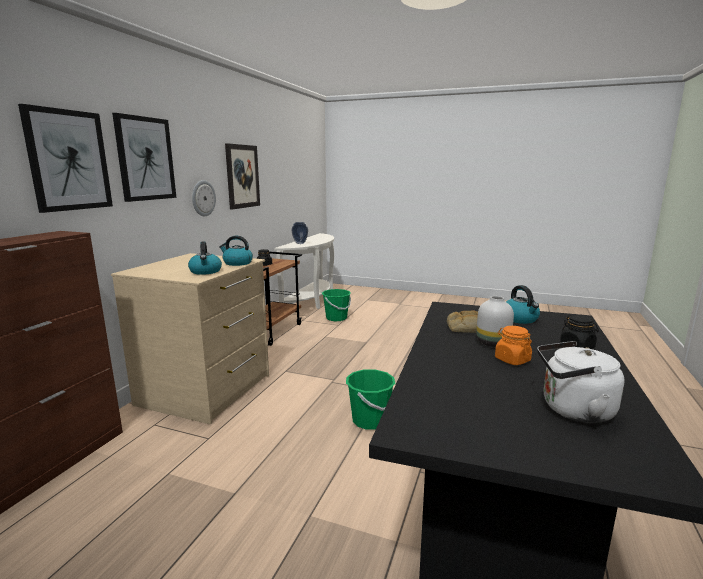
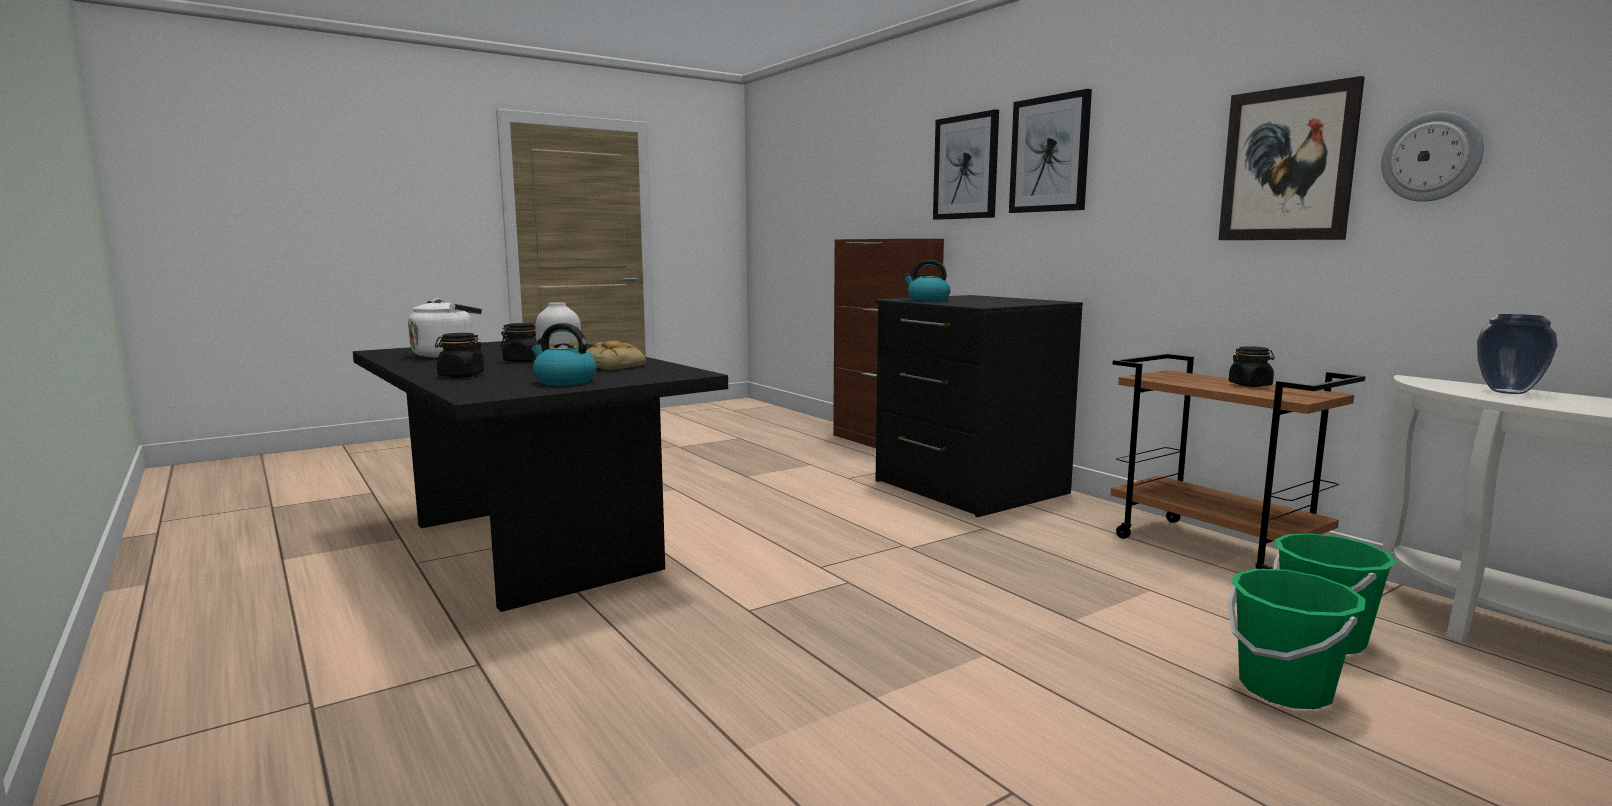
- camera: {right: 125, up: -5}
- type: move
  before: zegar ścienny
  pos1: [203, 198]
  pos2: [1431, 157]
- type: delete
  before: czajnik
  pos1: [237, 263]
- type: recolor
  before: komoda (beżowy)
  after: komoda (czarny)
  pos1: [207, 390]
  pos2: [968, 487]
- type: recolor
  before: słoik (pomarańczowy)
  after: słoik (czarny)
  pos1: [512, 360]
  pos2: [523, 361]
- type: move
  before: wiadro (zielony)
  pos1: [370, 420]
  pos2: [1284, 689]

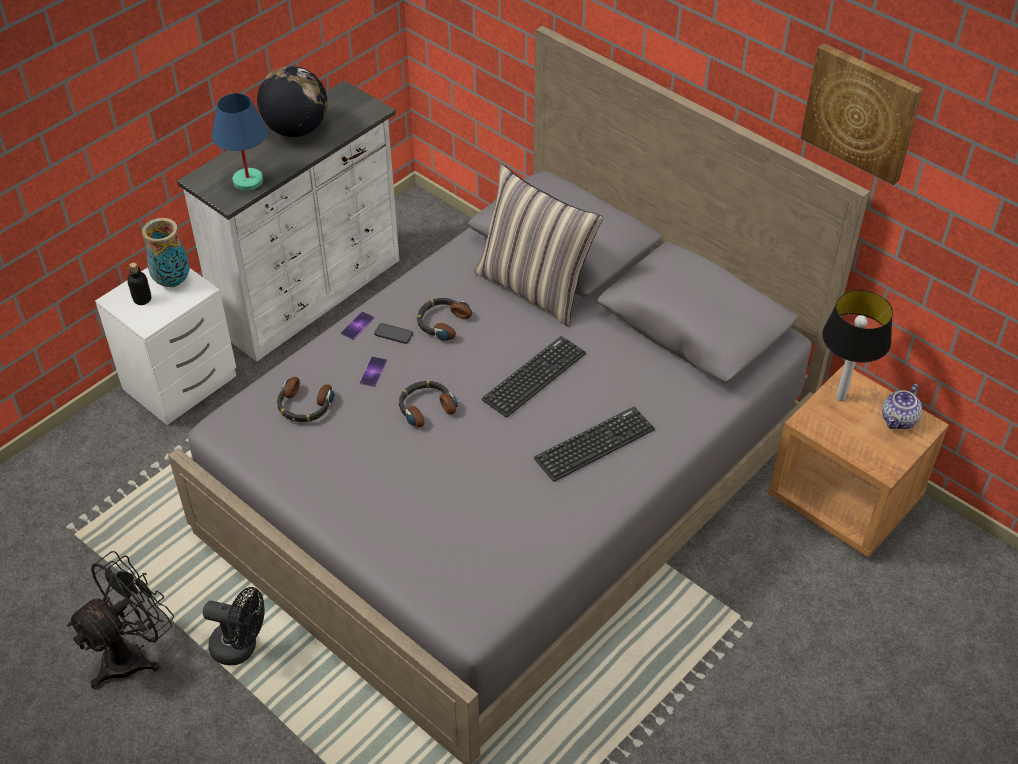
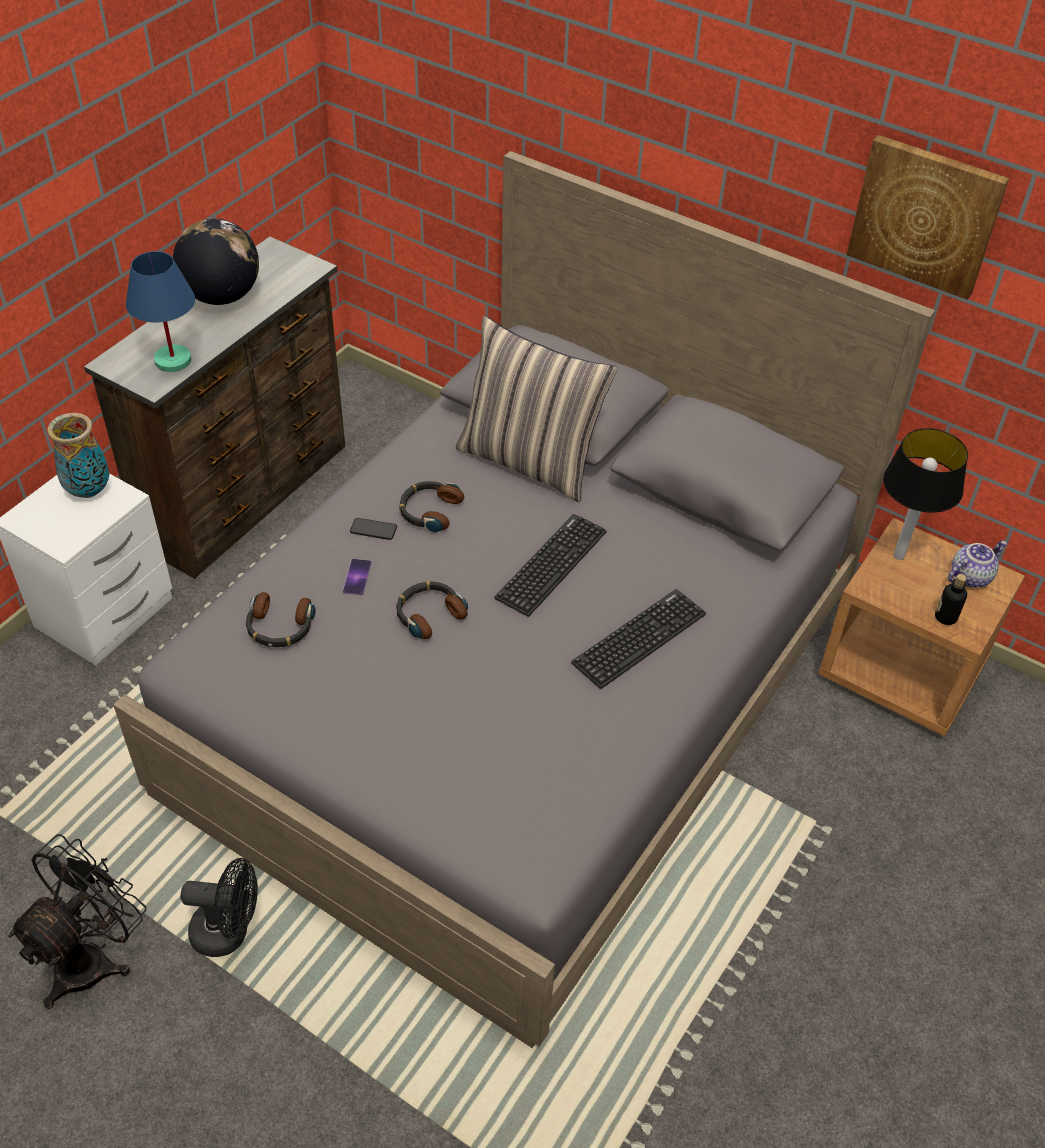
- camera: {right: -10, up: 0}
- type: recolor
  before: komoda (biały)
  after: komoda (brązowy)
  pos1: [312, 295]
  pos2: [249, 495]
- type: move
  before: butelka
  pos1: [142, 299]
  pos2: [945, 617]
- type: delete
  before: telefon
  pos1: [357, 326]
- type: rotate
  before: imbryk
  pos1: [899, 420]
  pos2: [970, 576]
  turn: -150

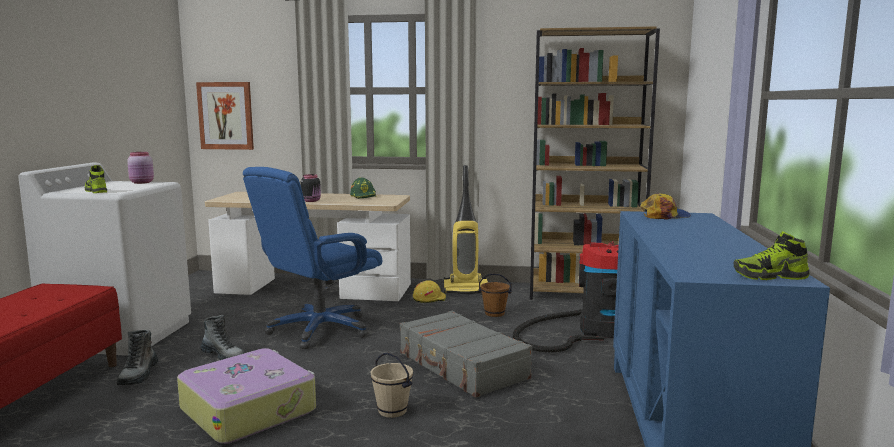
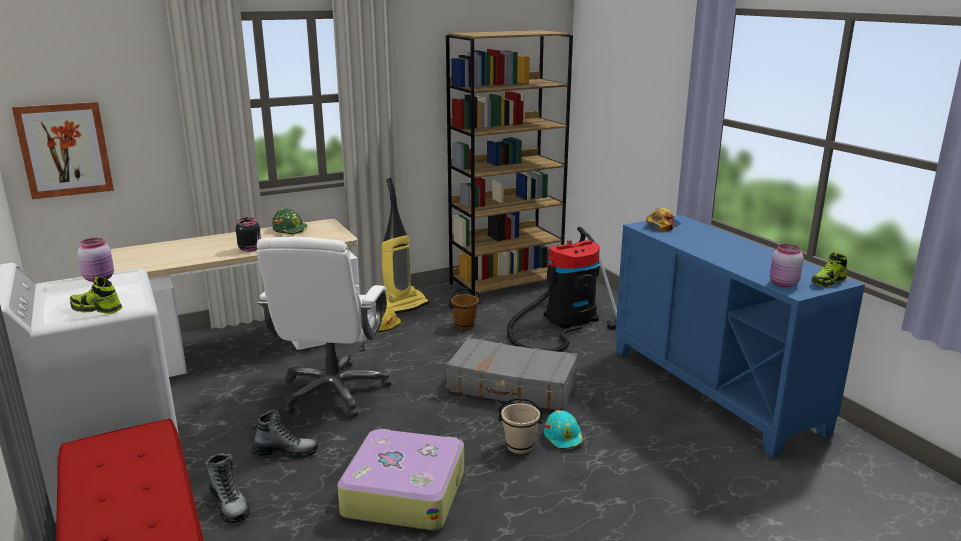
- camera: {right: -35, up: 10}
- type: recolor
  before: krzesło biurowe (niebieski)
  after: krzesło biurowe (biały)
  pos1: [319, 330]
  pos2: [333, 392]
- type: insert
  after: słoik (różowy)
  pos2: [783, 284]
- type: insert
  after: kask (turkusowy)
  pos2: [563, 437]

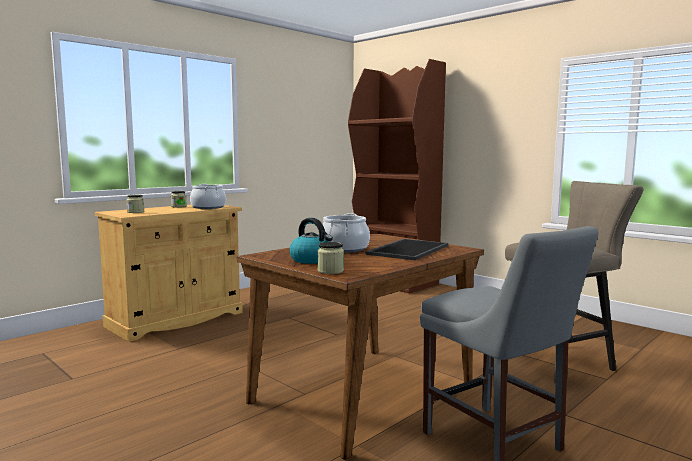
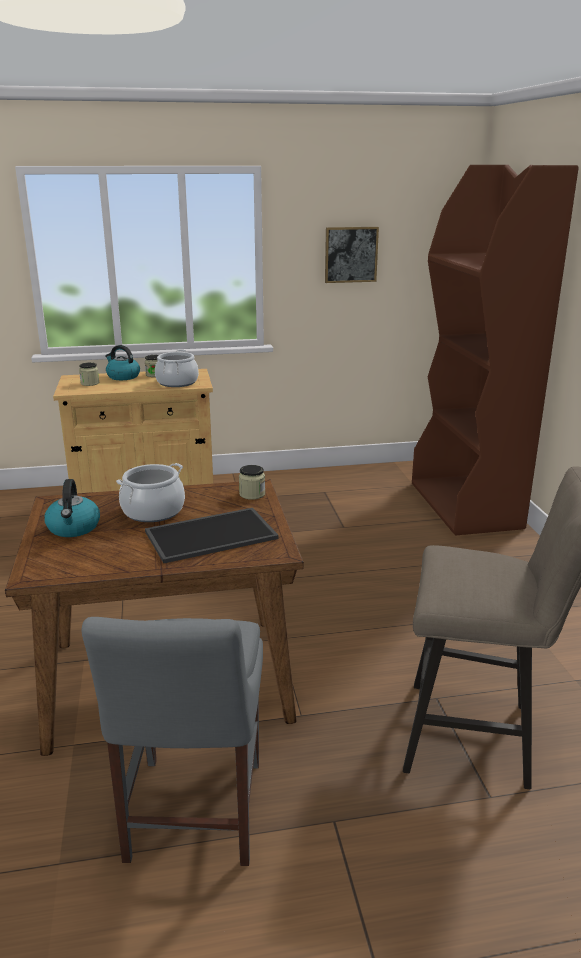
- camera: {right: 35, up: 15}
- type: move
  before: słoik
  pos1: [330, 271]
  pos2: [252, 494]
- type: insert
  after: obraz
  pos2: [351, 254]
- type: insert
  after: czajnik
  pos2: [123, 376]

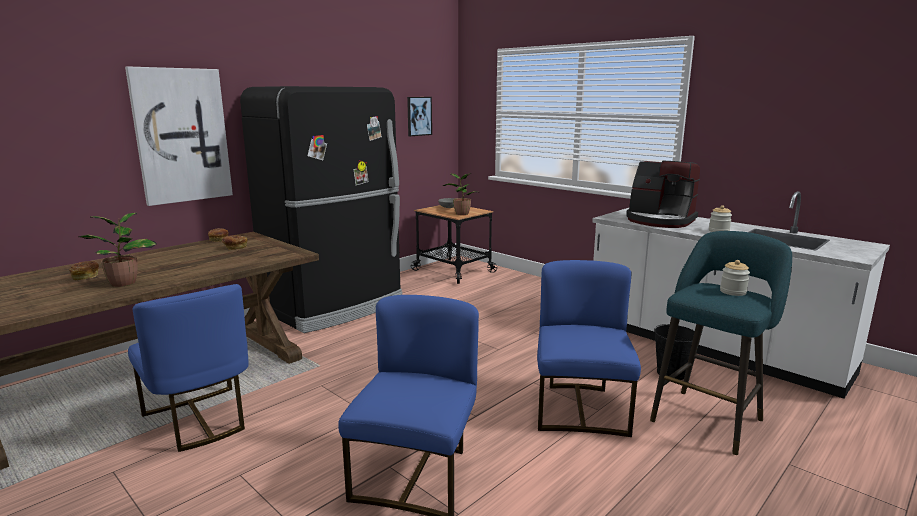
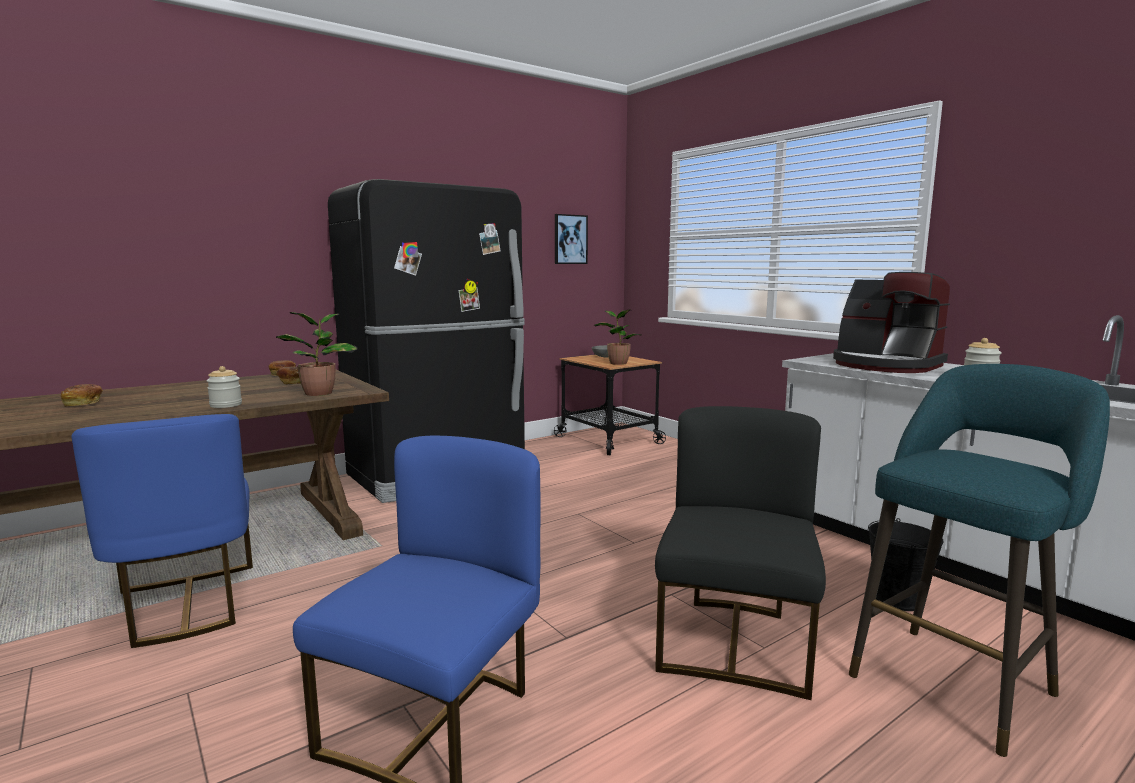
- camera: {right: 10, up: -5}
- type: delete
  before: obraz
  pos1: [181, 135]
- type: move
  before: roślina doniczkowa
  pos1: [124, 282]
  pos2: [320, 393]
- type: recolor
  before: krzesło (niebieski)
  after: krzesło (czarny)
  pos1: [580, 409]
  pos2: [735, 643]
- type: move
  before: słoik
  pos1: [733, 292]
  pos2: [226, 405]

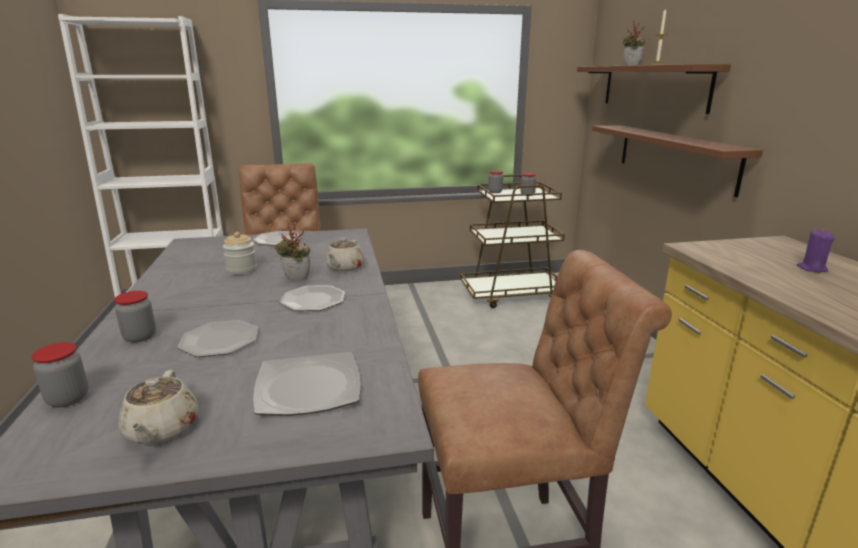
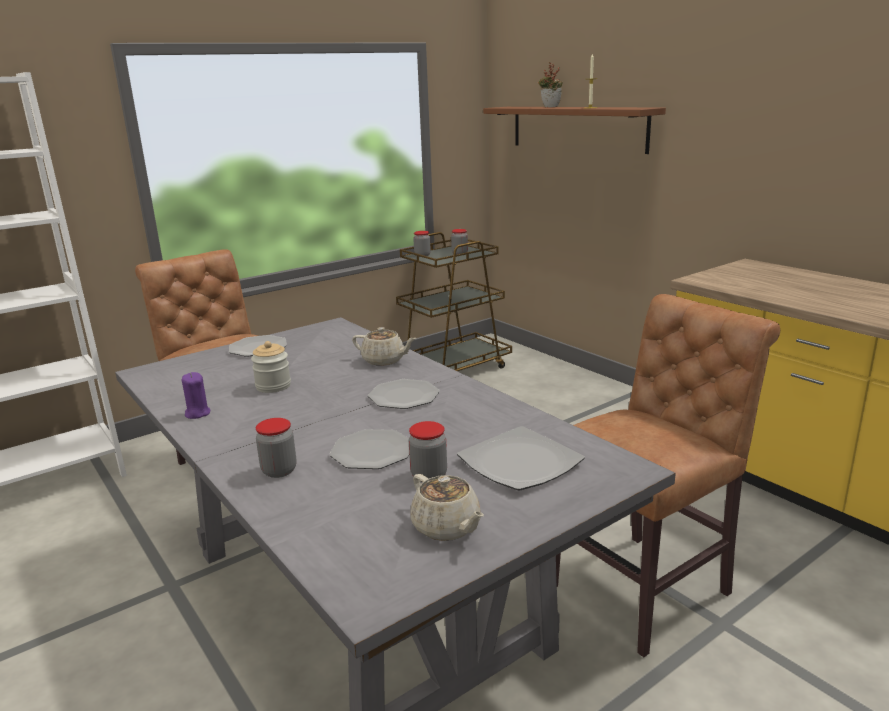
- camera: {right: -25, up: 0}
- type: delete
  before: półka (brązowy)
  pos1: [674, 156]
- type: delete
  before: roślina doniczkowa
  pos1: [295, 280]
- type: move
  before: świeca (fioletowy)
  pos1: [811, 268]
  pos2: [197, 413]
- type: rotate
  before: imbryk (beżowy)
  pos1: [344, 268]
  pos2: [384, 360]
  turn: -60
- type: move
  before: słoik
  pos1: [68, 399]
  pos2: [429, 476]

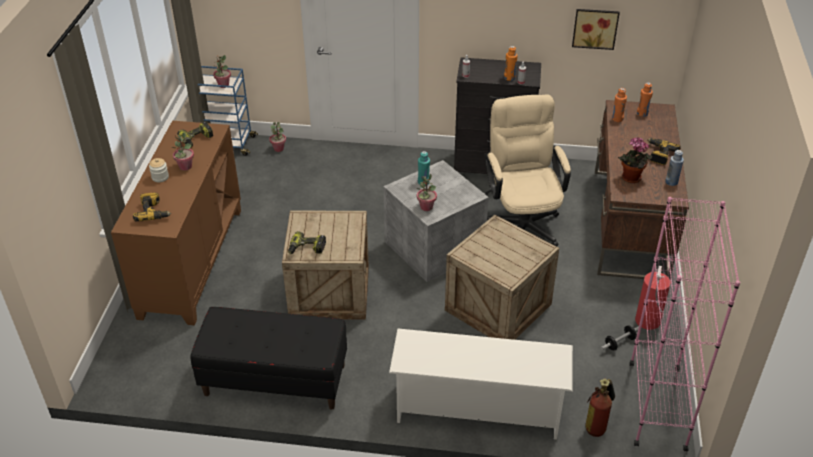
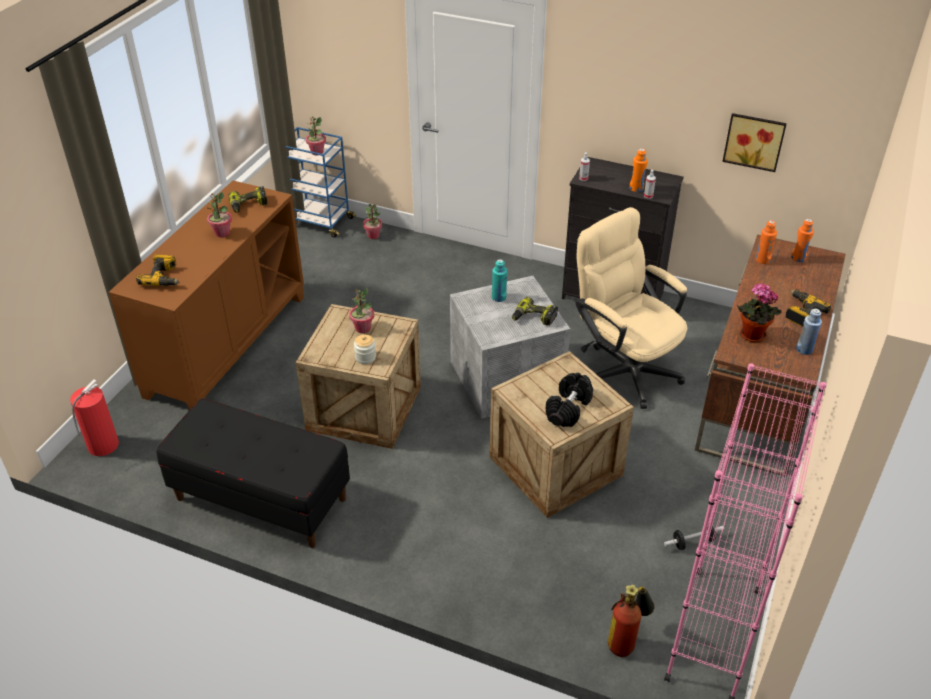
- camera: {right: 15, up: 0}
- type: rotate
  before: krzesło biurowe (beżowy)
  pos1: [522, 221]
  pos2: [624, 367]
  turn: -45
- type: move
  before: słoik
  pos1: [160, 177]
  pos2: [365, 357]
- type: move
  before: roślina doniczkowa
  pos1: [426, 207]
  pos2: [362, 328]
- type: move
  before: wiertarka
  pos1: [306, 249]
  pos2: [533, 318]
- type: move
  before: gaśnica
  pos1: [647, 321]
  pos2: [101, 446]
- type: delete
  before: regał na buty (biały)
  pos1: [478, 409]
- type: insert
  after: hantel (czarny)
  pos2: [568, 408]

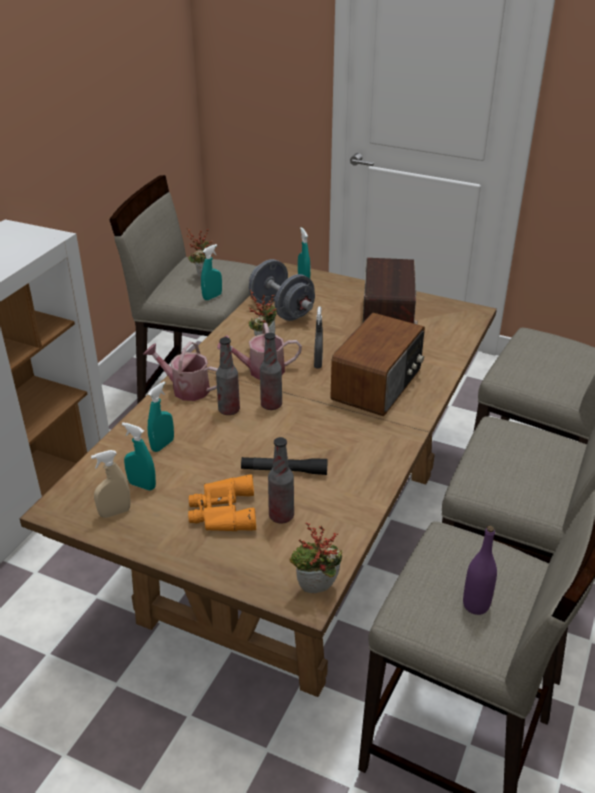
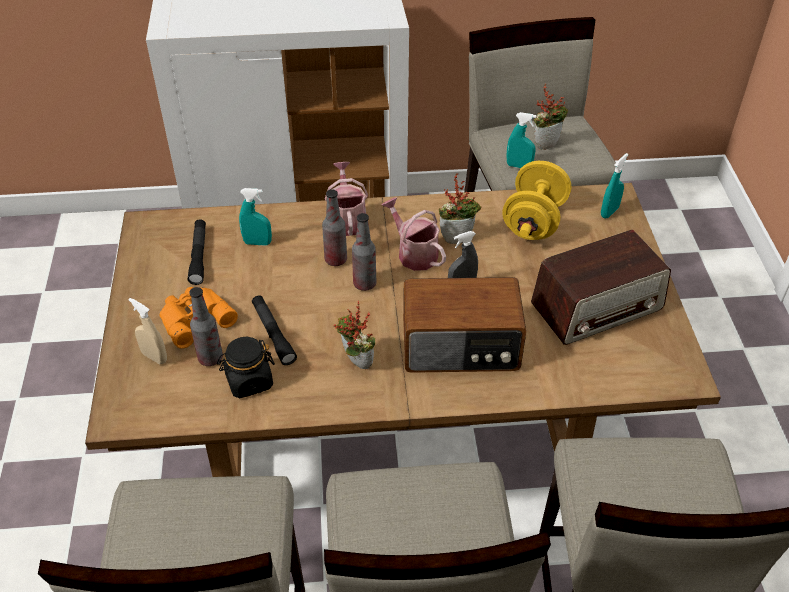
- camera: {right: 60, up: 10}
- type: recolor
  before: hantel (szary)
  after: hantel (żółty)
  pos1: [281, 310]
  pos2: [534, 221]
- type: replace
  before: spryskiwacz (turkusowy)
  after: latarka (czarny)
  pos1: [142, 485]
  pos2: [199, 256]
- type: move
  before: spryskiwacz (beżowy)
  pos1: [115, 512]
  pos2: [154, 357]
- type: move
  before: roślina doniczkowa
  pos1: [316, 591]
  pos2: [355, 363]
- type: delete
  before: butelka (fioletowy)
  pos1: [476, 605]
- type: insert
  after: słoik (czarny)
  pos2: [249, 381]

